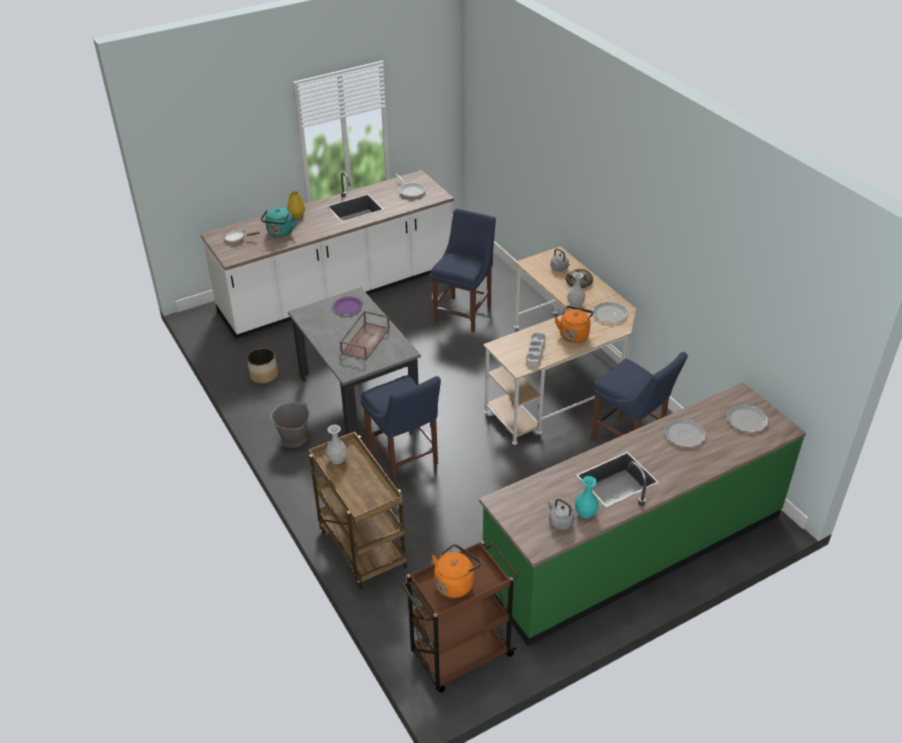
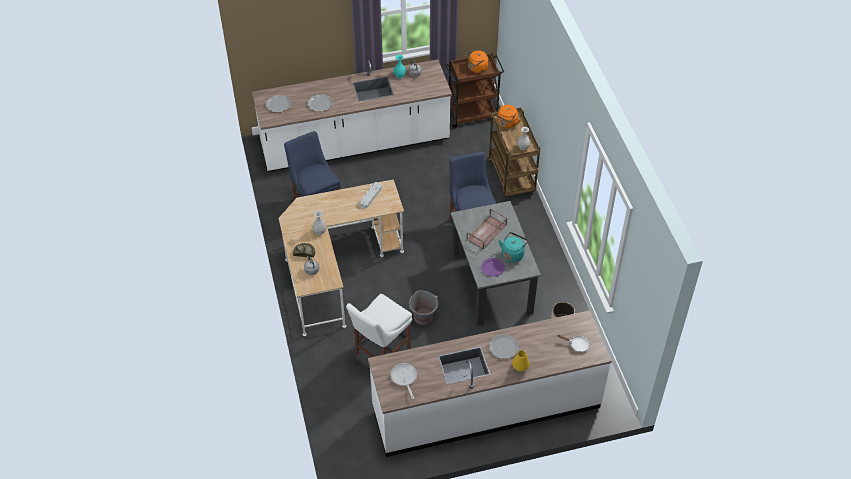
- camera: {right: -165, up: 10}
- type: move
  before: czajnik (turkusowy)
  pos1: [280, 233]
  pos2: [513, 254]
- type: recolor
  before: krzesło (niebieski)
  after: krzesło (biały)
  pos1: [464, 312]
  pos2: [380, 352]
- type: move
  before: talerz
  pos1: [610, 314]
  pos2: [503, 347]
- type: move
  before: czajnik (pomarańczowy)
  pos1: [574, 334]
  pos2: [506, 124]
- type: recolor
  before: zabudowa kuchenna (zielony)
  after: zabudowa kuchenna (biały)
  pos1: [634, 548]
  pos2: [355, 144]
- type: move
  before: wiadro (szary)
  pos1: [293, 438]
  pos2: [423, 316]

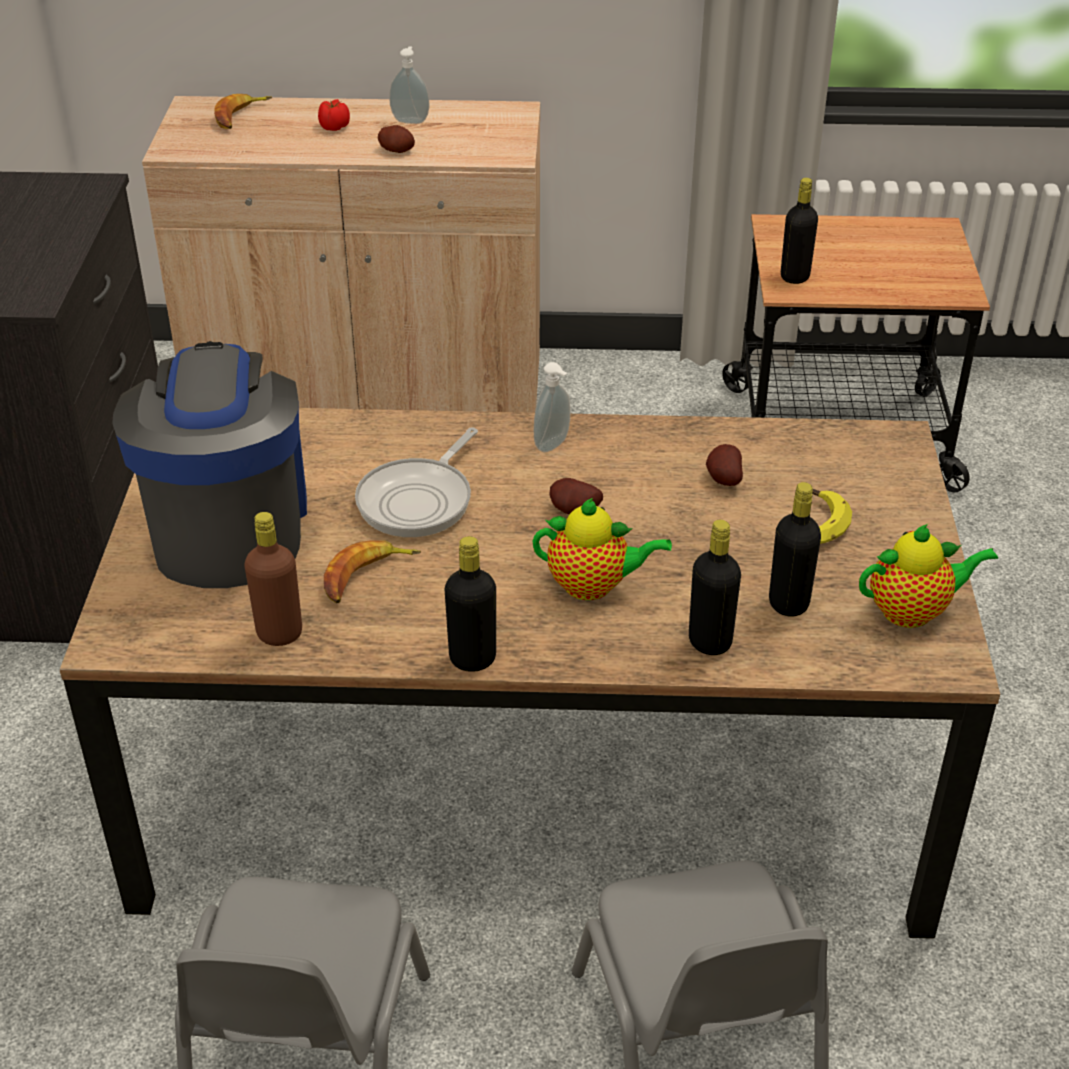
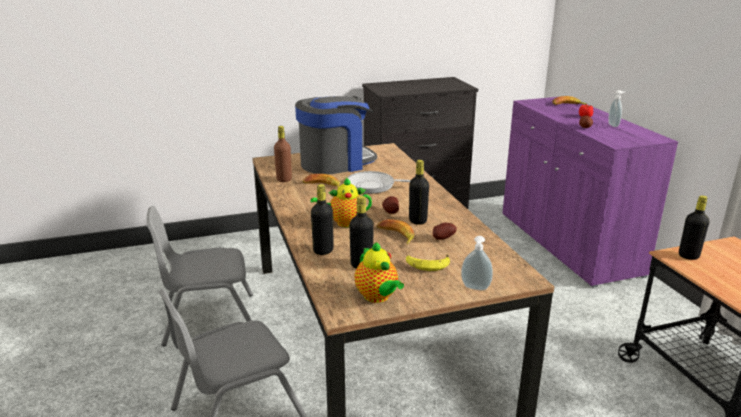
- camera: {right: 70, up: -15}
- type: recolor
  before: szafka (beżowy)
  after: szafka (fioletowy)
  pos1: [368, 389]
  pos2: [568, 244]
- type: move
  before: dozownik mydła
  pos1: [554, 445]
  pos2: [475, 288]
- type: rotate
  before: imbryk
  pos1: [593, 586]
  pos2: [344, 223]
  turn: 90
- type: move
  before: butelka (czarny)
  pos1: [472, 659]
  pos2: [418, 221]
- type: insert
  after: banan
  pos2: [396, 235]

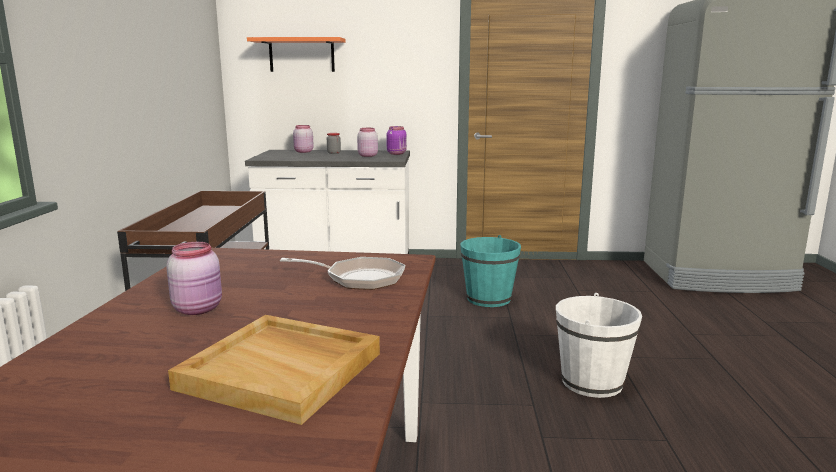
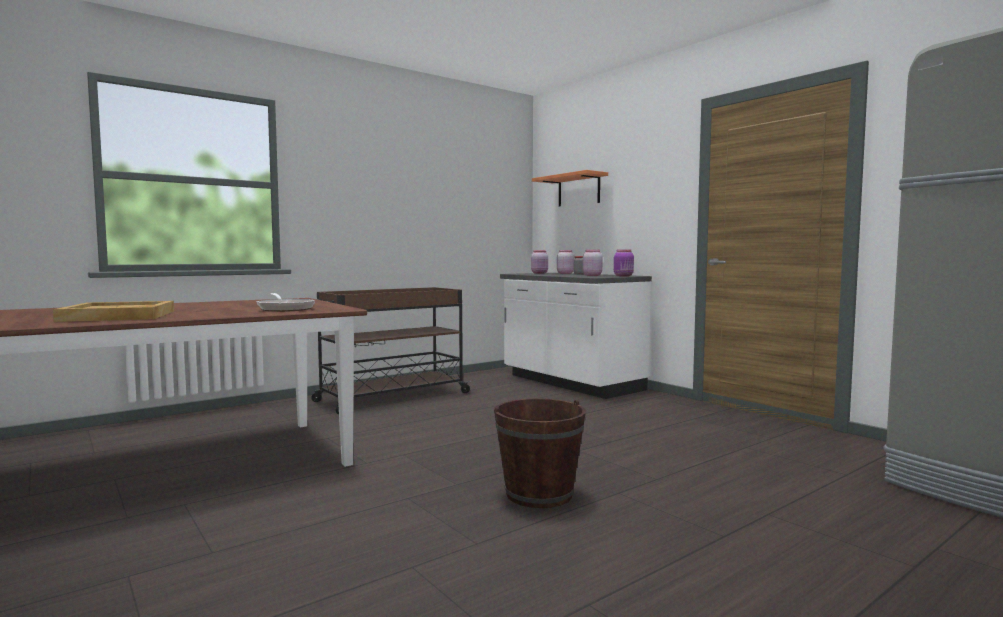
- camera: {right: 50, up: -10}
- type: delete
  before: wiadro (turkusowy)
  pos1: [488, 299]
- type: move
  before: słoik (różowy)
  pos1: [199, 309]
  pos2: [540, 273]
- type: recolor
  before: wiadro (biały)
  after: wiadro (brązowy)
  pos1: [592, 382]
  pos2: [539, 494]

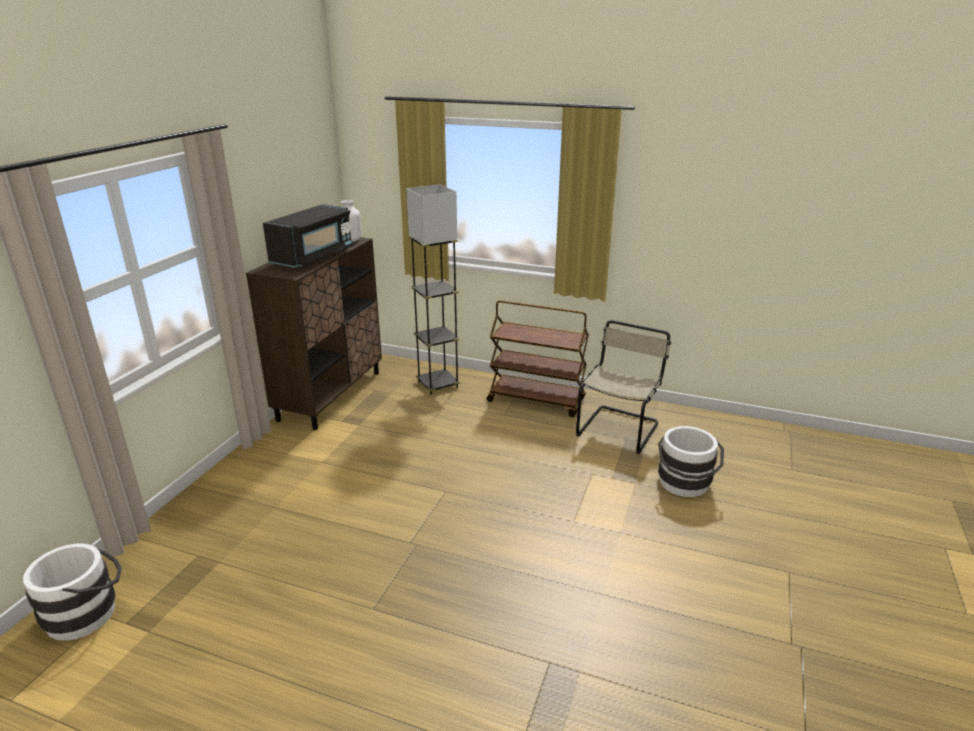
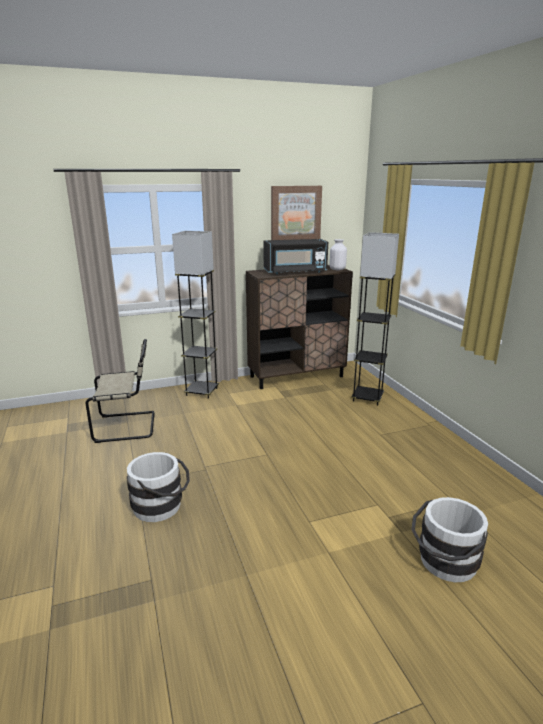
- camera: {right: 50, up: -5}
- type: delete
  before: wózek (brązowy)
  pos1: [537, 400]
- type: move
  before: krzesło (beżowy)
  pos1: [619, 428]
  pos2: [128, 426]
- type: move
  before: wiadro (biały)
  pos1: [88, 612]
  pos2: [162, 507]
- type: insert
  after: obraz
  pos2: [295, 213]
- type: insert
  after: lampa stojąca (szary)
  pos2: [202, 392]

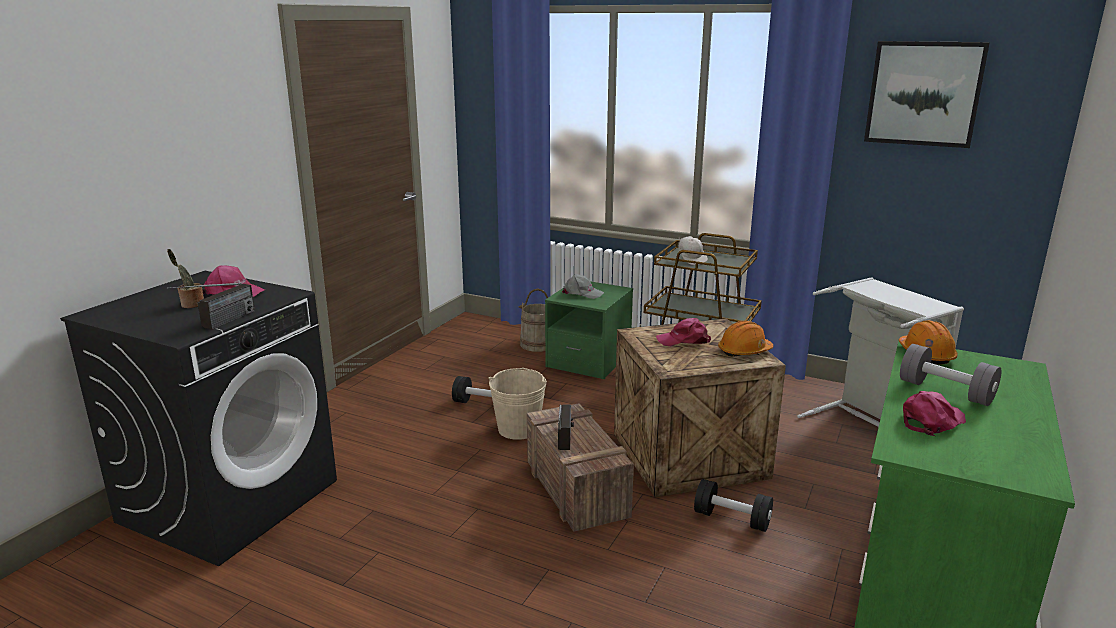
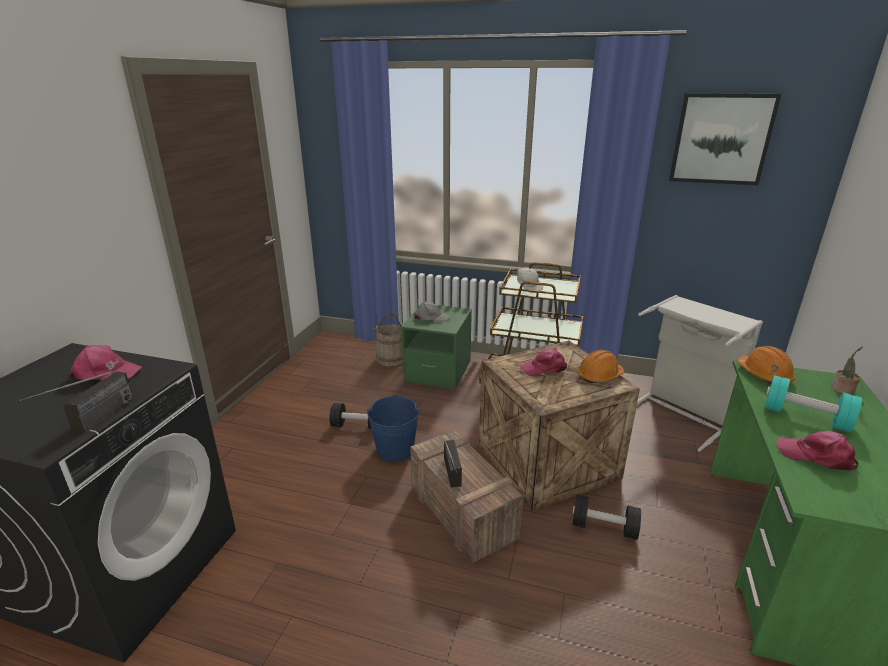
- camera: {right: -10, up: 5}
- type: move
  before: roślina doniczkowa
  pos1: [191, 304]
  pos2: [842, 390]
- type: recolor
  before: hantel (szary)
  after: hantel (turkusowy)
  pos1: [945, 391]
  pos2: [805, 417]
- type: recolor
  before: wiadro (beżowy)
  after: wiadro (niebieski)
  pos1: [518, 429]
  pos2: [395, 449]
- type: rotate
  before: czapka z daszkiem (różowy)
  pos1: [932, 421]
  pos2: [816, 456]
  turn: -105

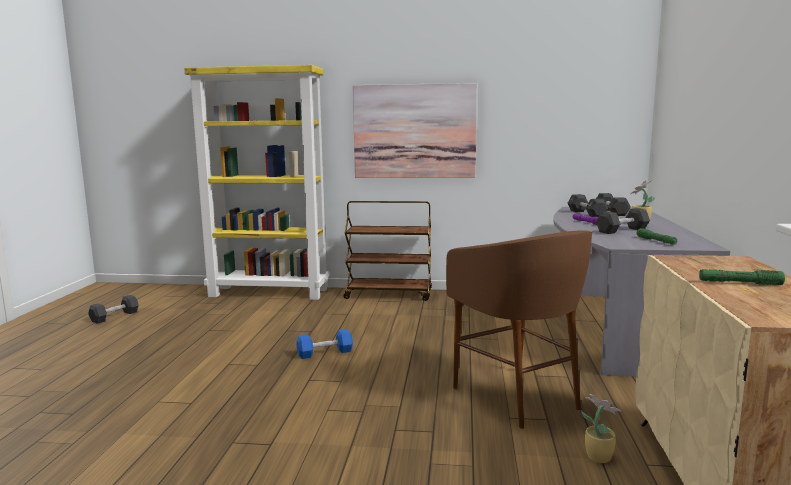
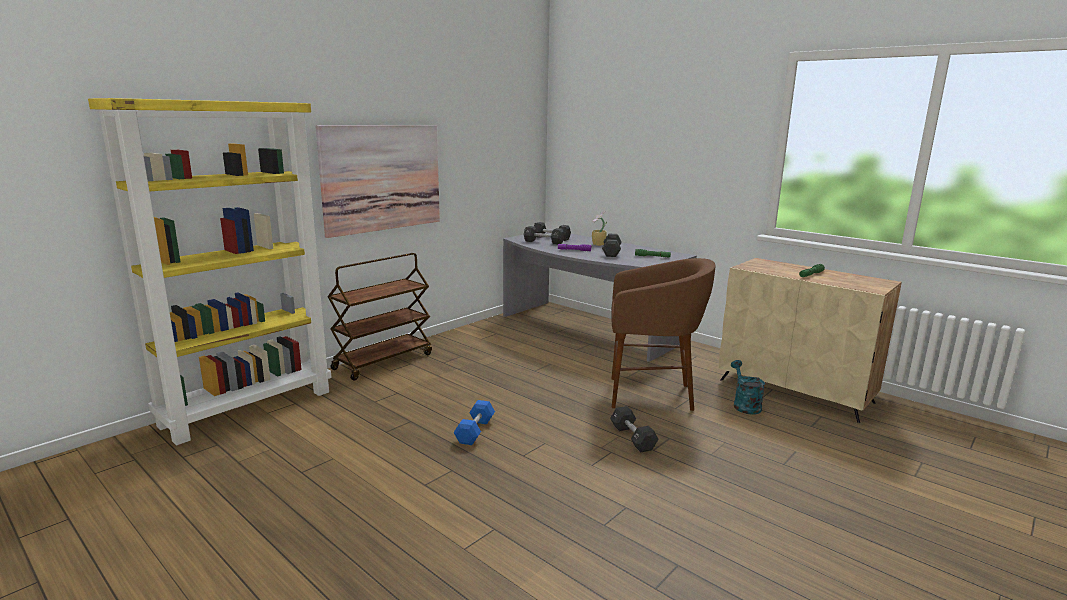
- camera: {right: -55, up: 5}
- type: move
  before: hantel (czarny)
  pos1: [114, 316]
  pos2: [632, 438]
- type: replace
  before: roślina doniczkowa
  after: konewka (turkusowy)
  pos1: [598, 456]
  pos2: [744, 405]

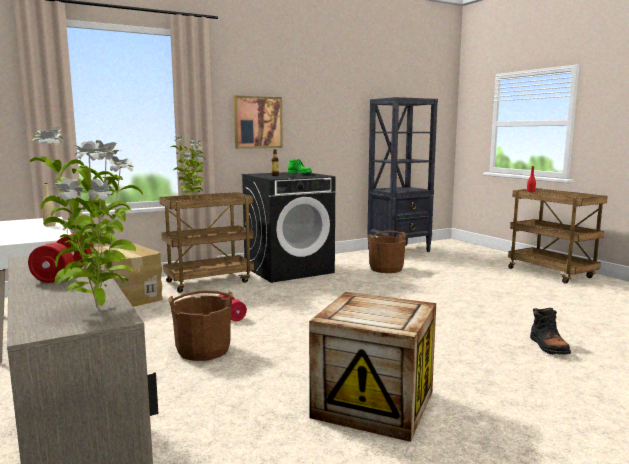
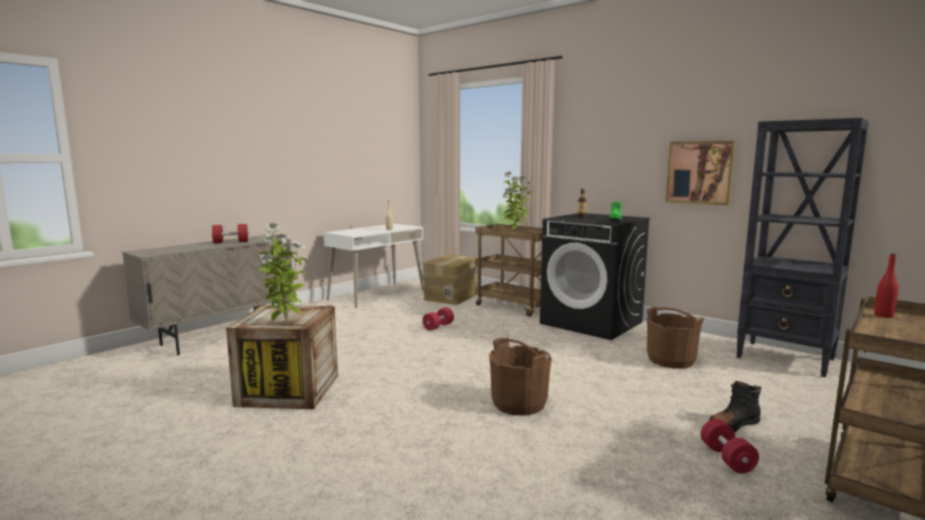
- camera: {right: 70, up: 0}
- type: move
  before: obraz
  pos1: [258, 122]
  pos2: [699, 172]
- type: move
  before: roślina doniczkowa
  pos1: [98, 308]
  pos2: [285, 323]
- type: move
  before: wiadro (brązowy)
  pos1: [203, 350]
  pos2: [519, 403]
- type: move
  before: but z cholewką (czarny)
  pos1: [548, 347]
  pos2: [733, 425]
- type: insert
  after: hantel (czerwony)
  pos2: [727, 458]

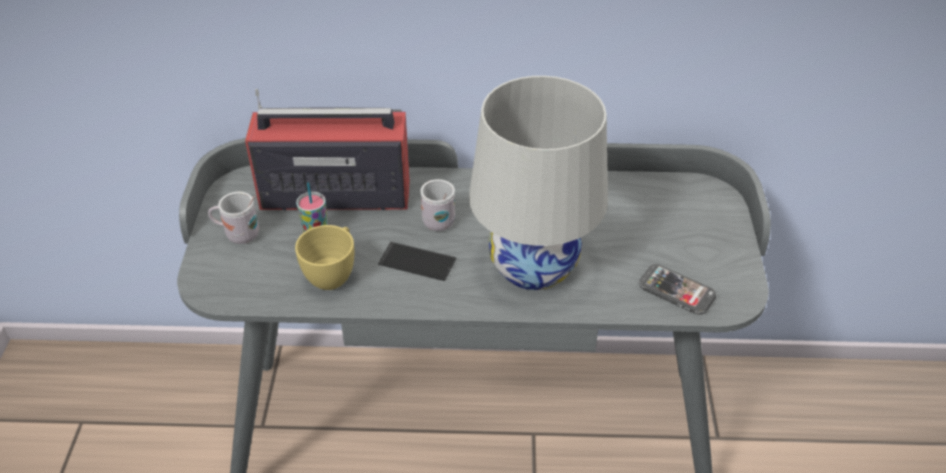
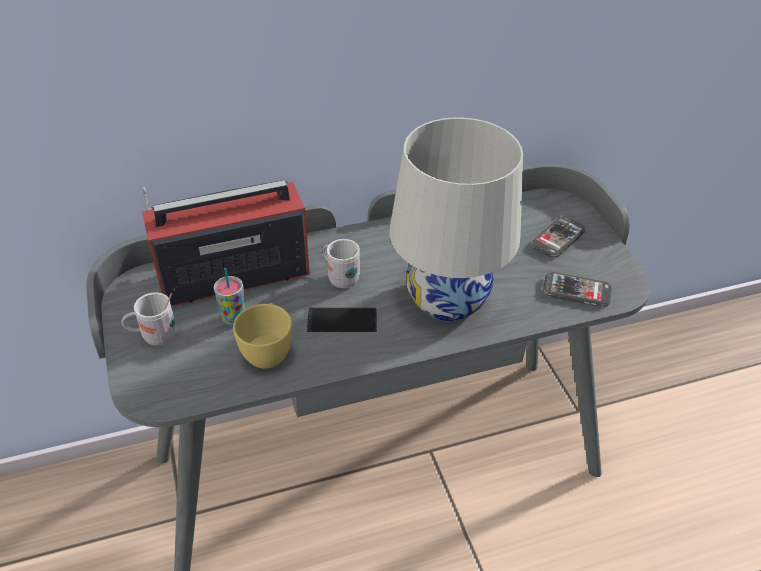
- camera: {right: -20, up: 0}
- type: insert
  after: telefon
  pos2: [557, 239]

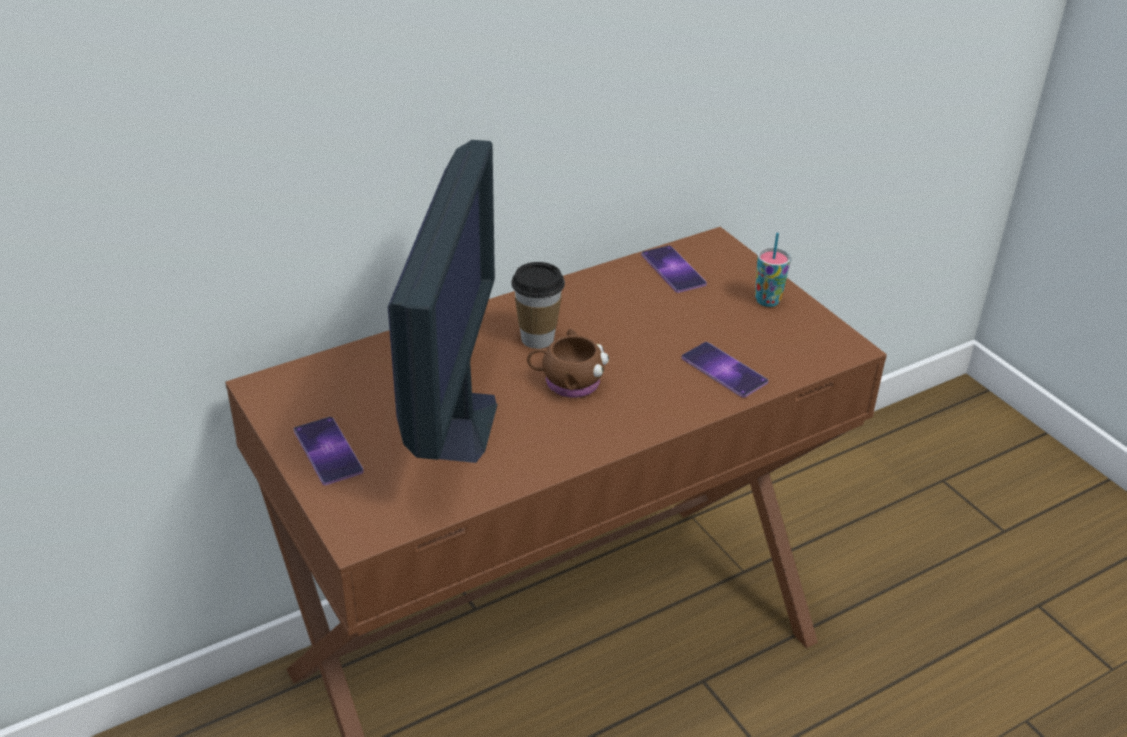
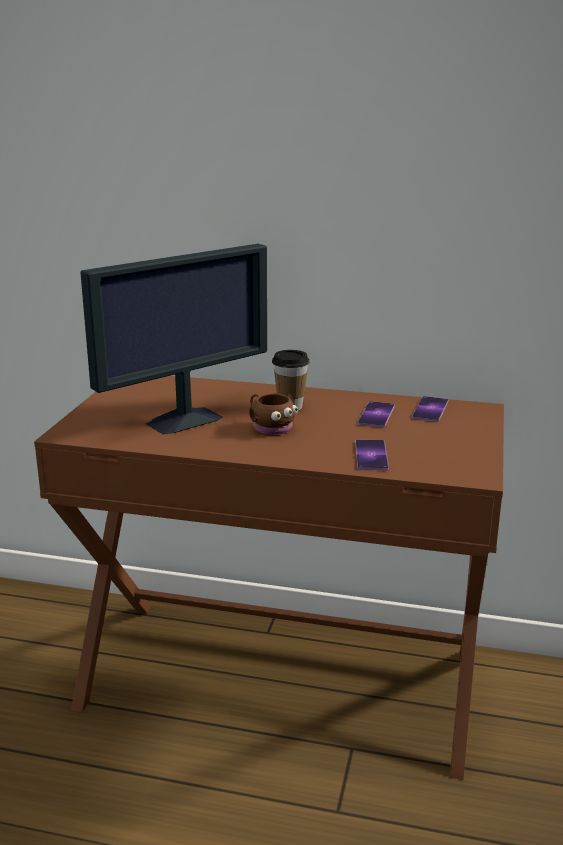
- camera: {right: 45, up: -15}
- type: delete
  before: filiżanka
  pos1: [767, 300]
- type: move
  before: telefon
  pos1: [328, 451]
  pos2: [376, 415]

